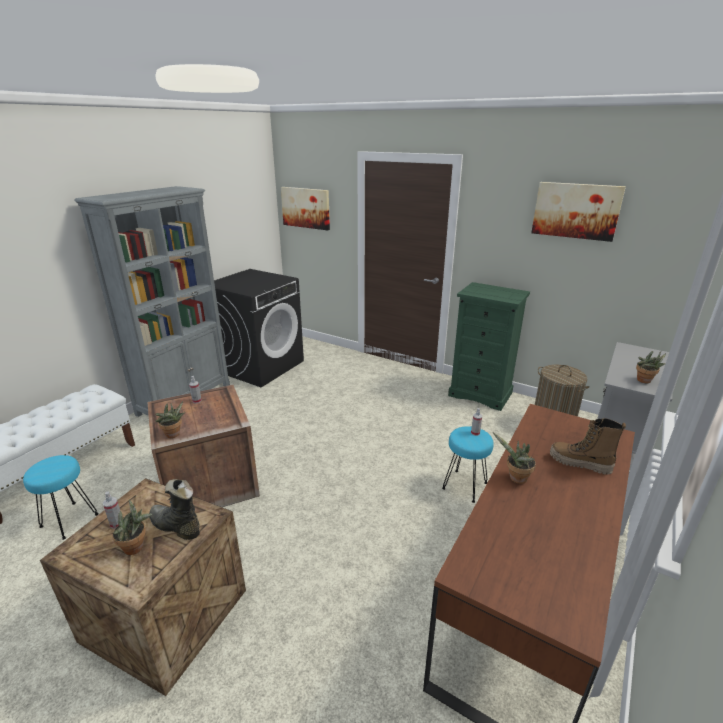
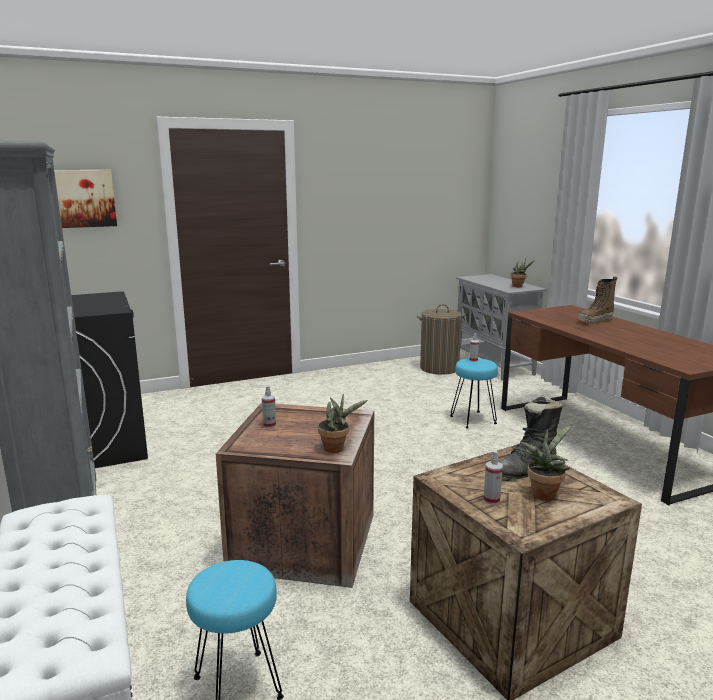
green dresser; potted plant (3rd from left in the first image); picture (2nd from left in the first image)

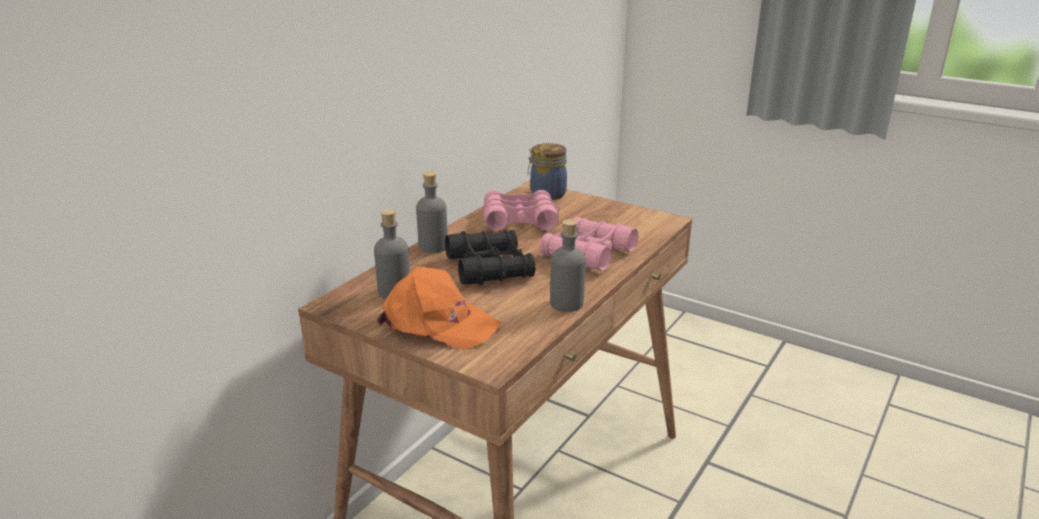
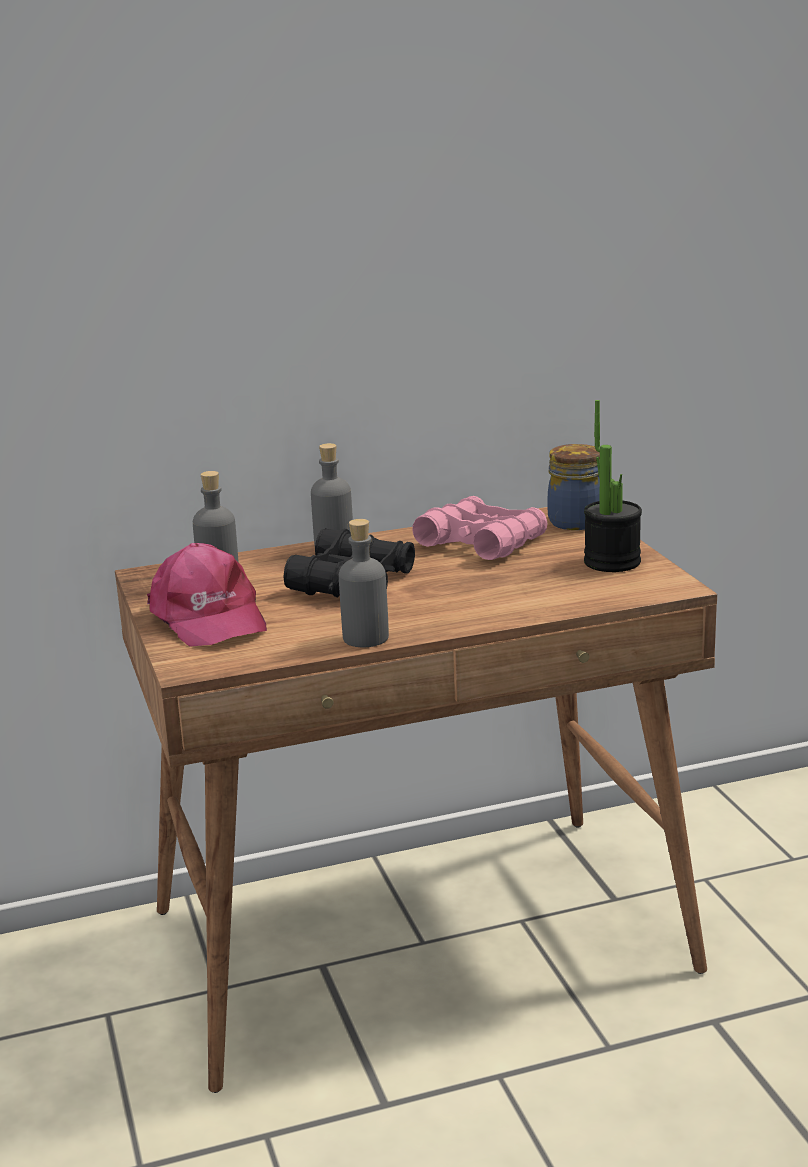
pink cap; potted plant; pink binoculars (2nd from left in the first image)

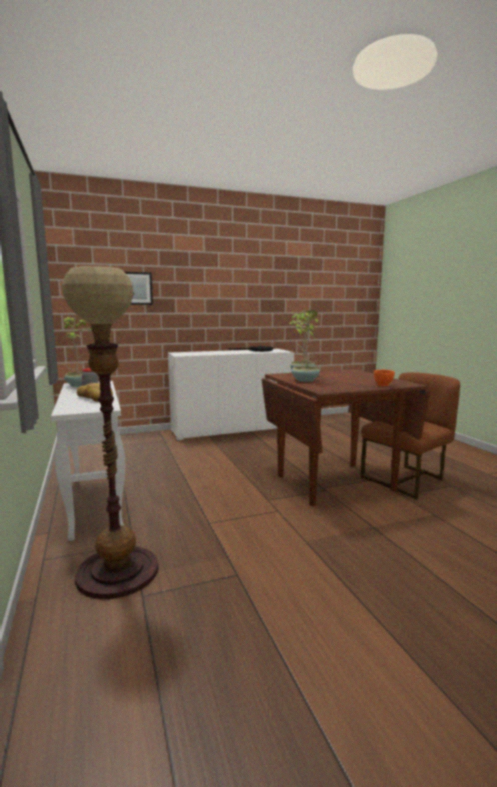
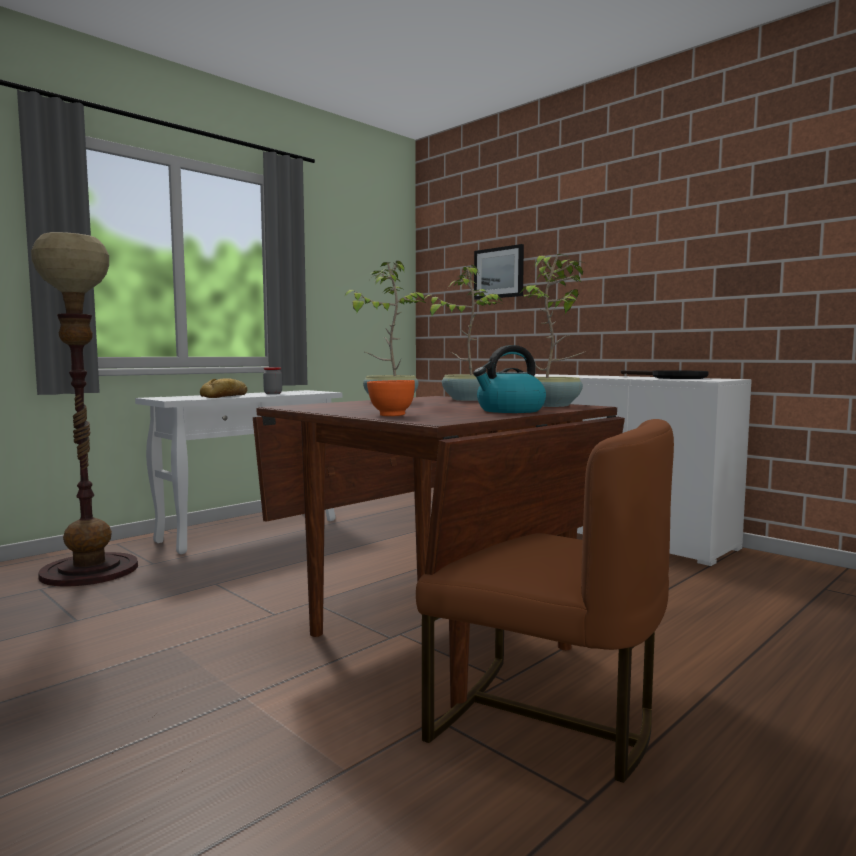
kettle; potted plant (3rd from left)

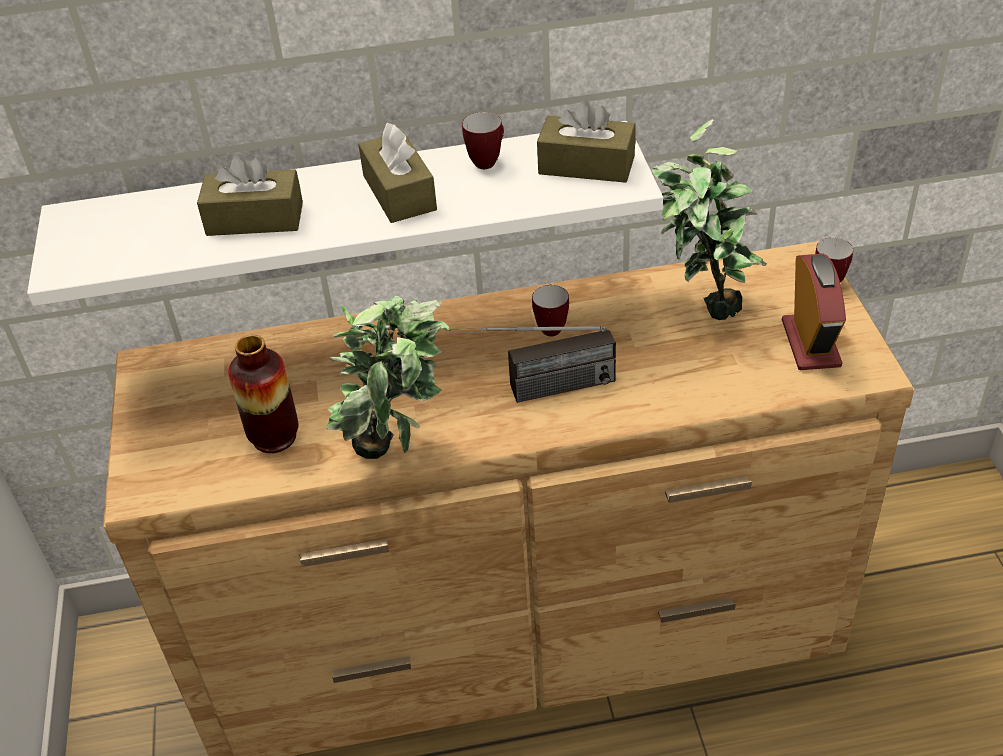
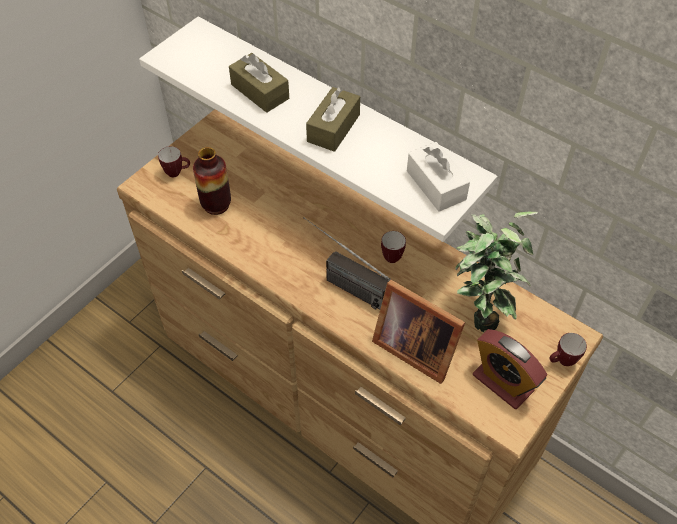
mug (1st from left); picture frame; white tissue box; alarm clock; potted plant (1st from left in the first image)

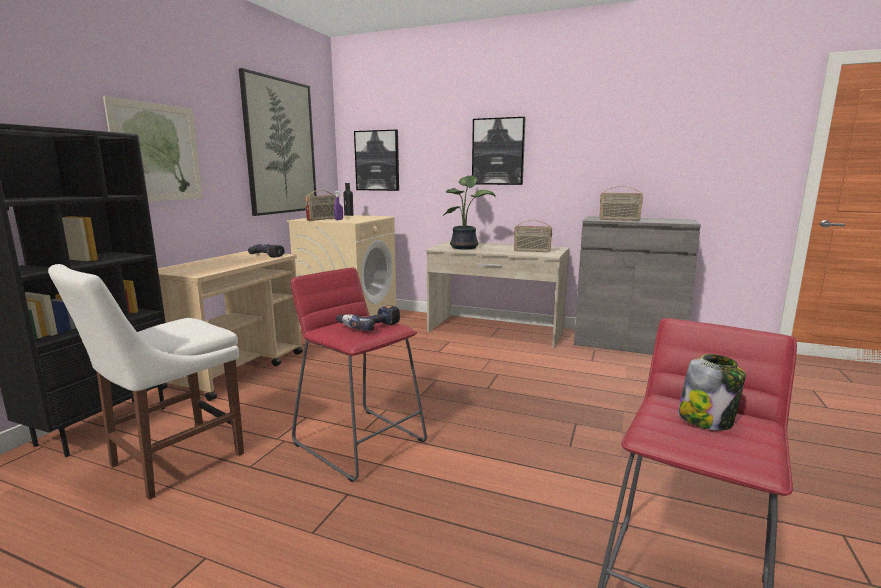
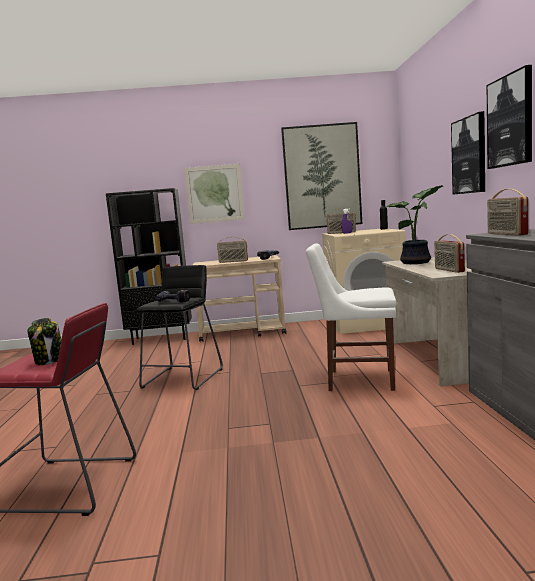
black stool; radio (1st from left); white chair; picture (4th from left)

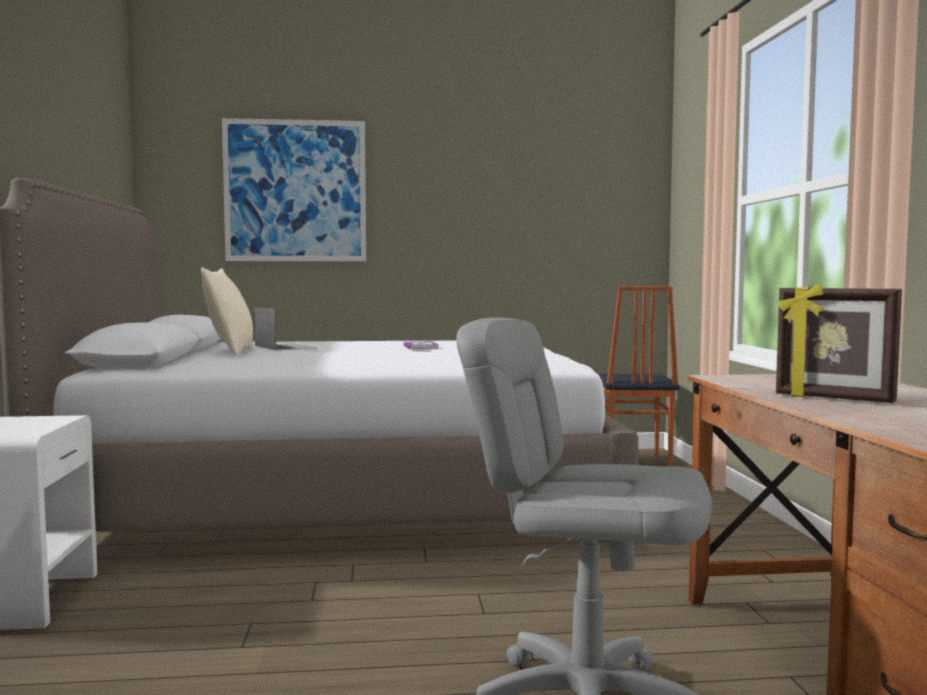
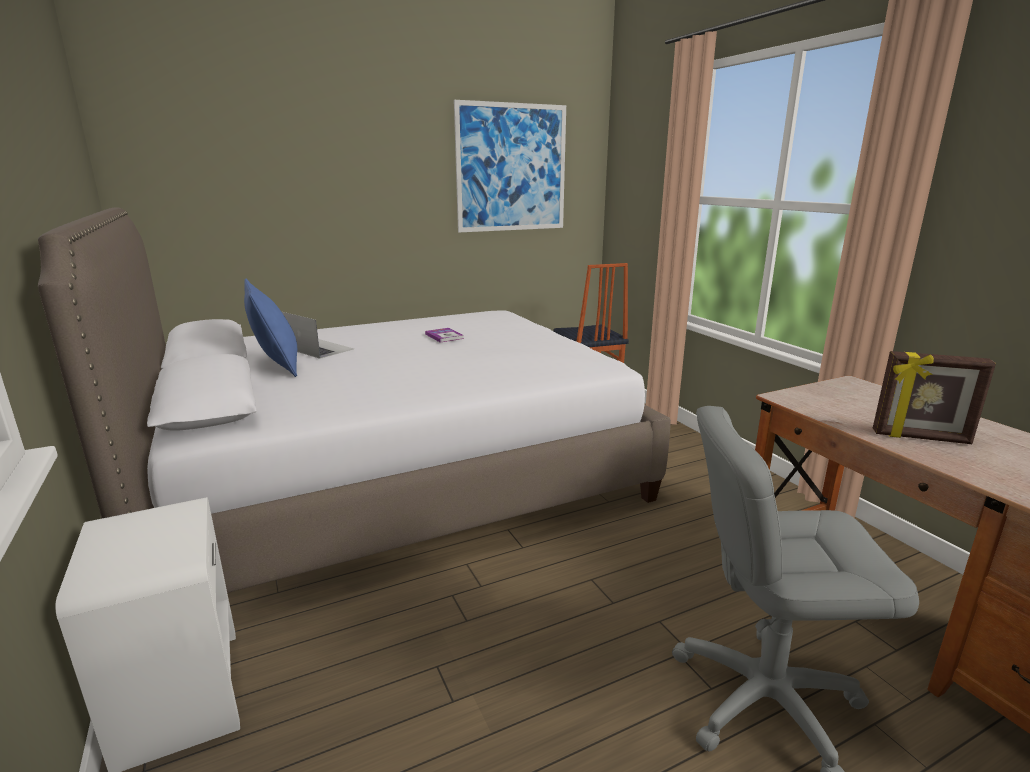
blue pillow; picture

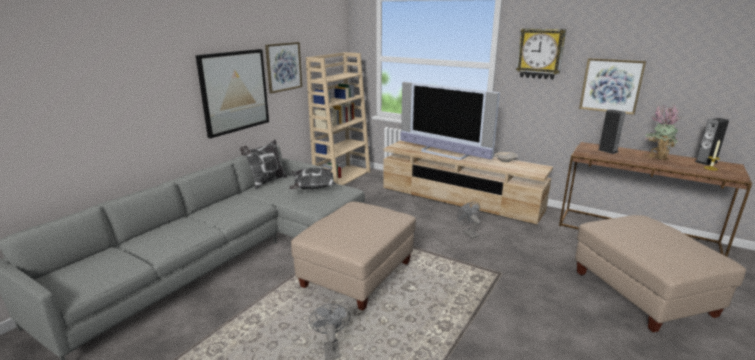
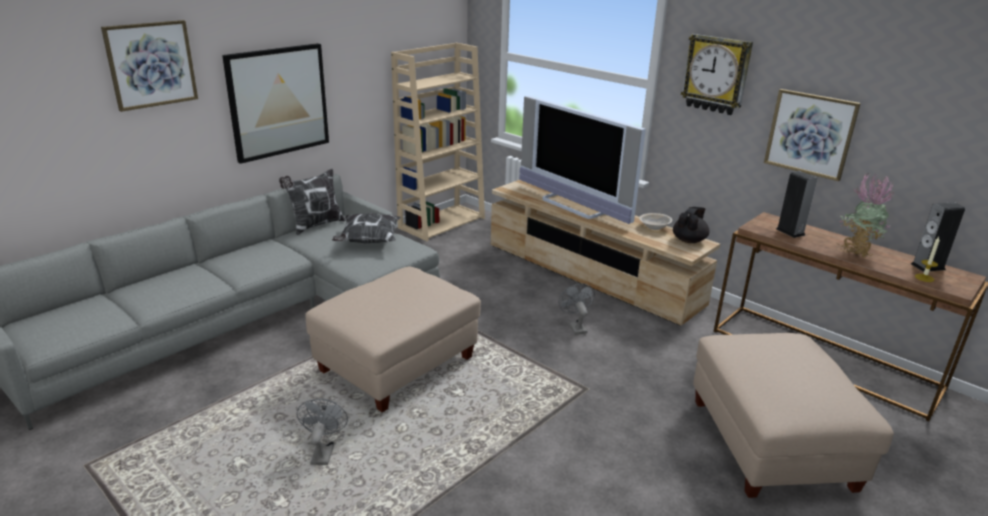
picture (1st from left); black teapot

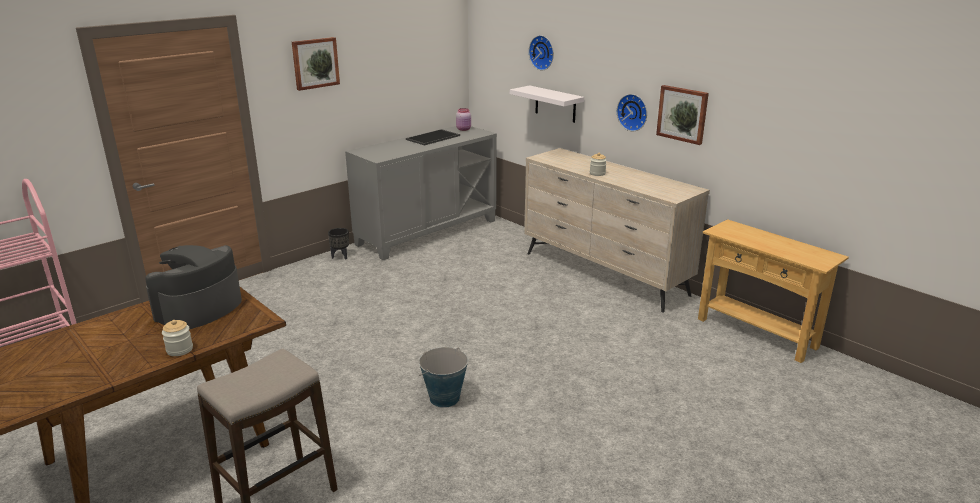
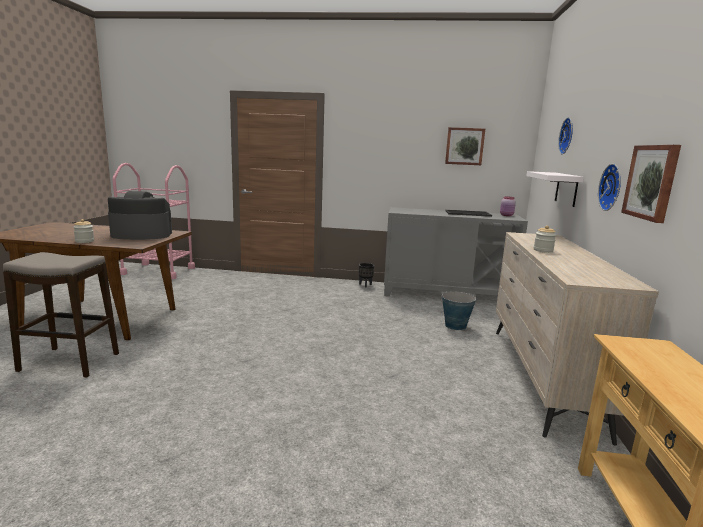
bucket; picture (1st from left)

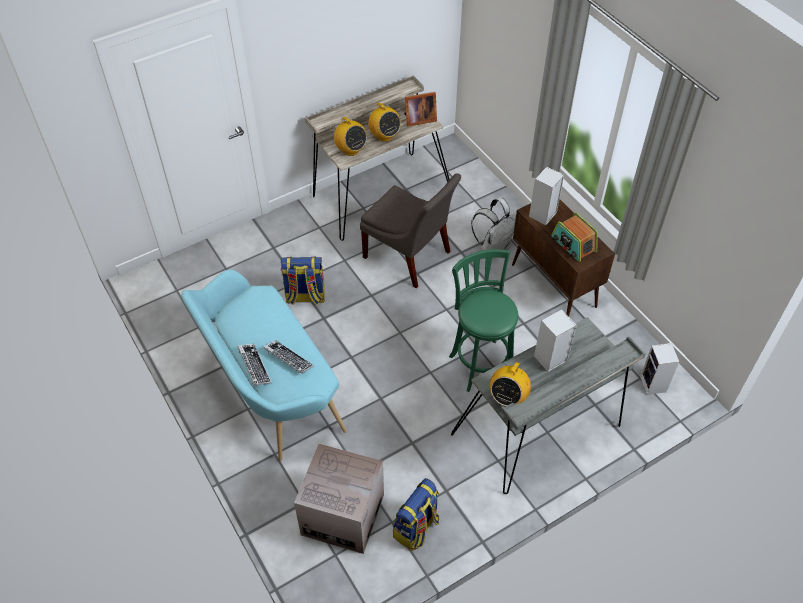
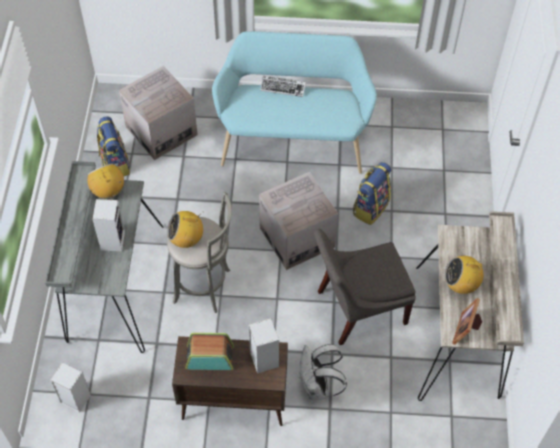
grey stool; radio (2nd from left); cardboard box (2nd from left); keyboard (2nd from left in the first image)

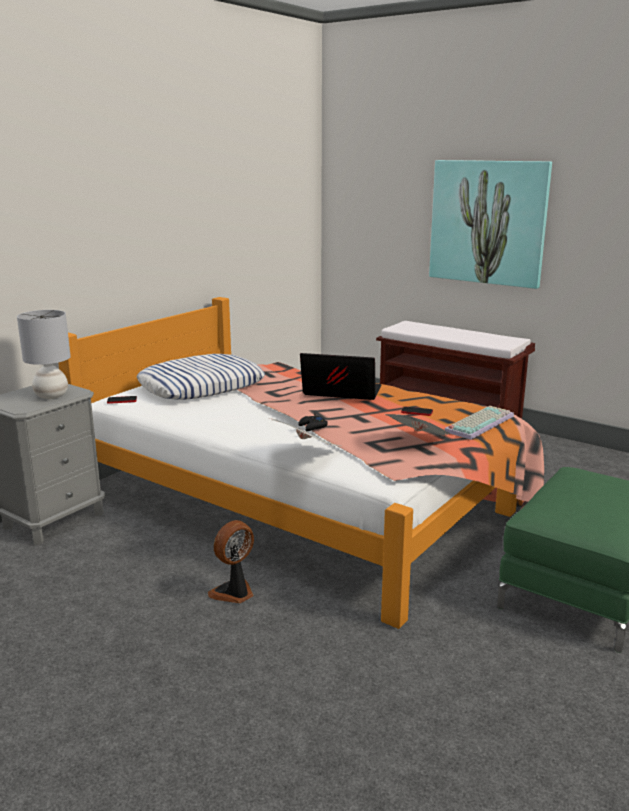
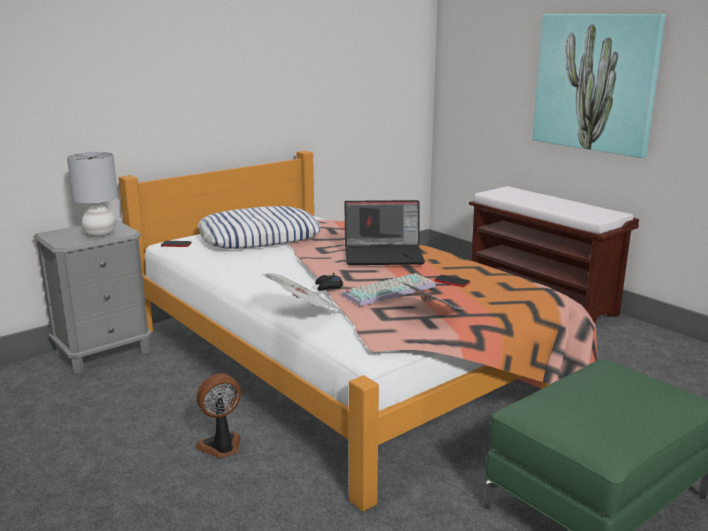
keyboard; laptop

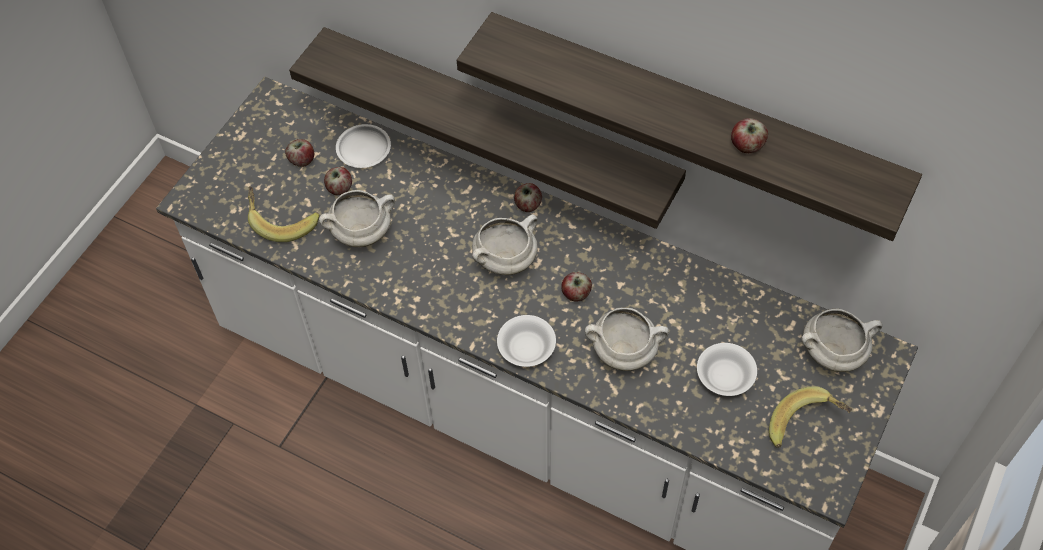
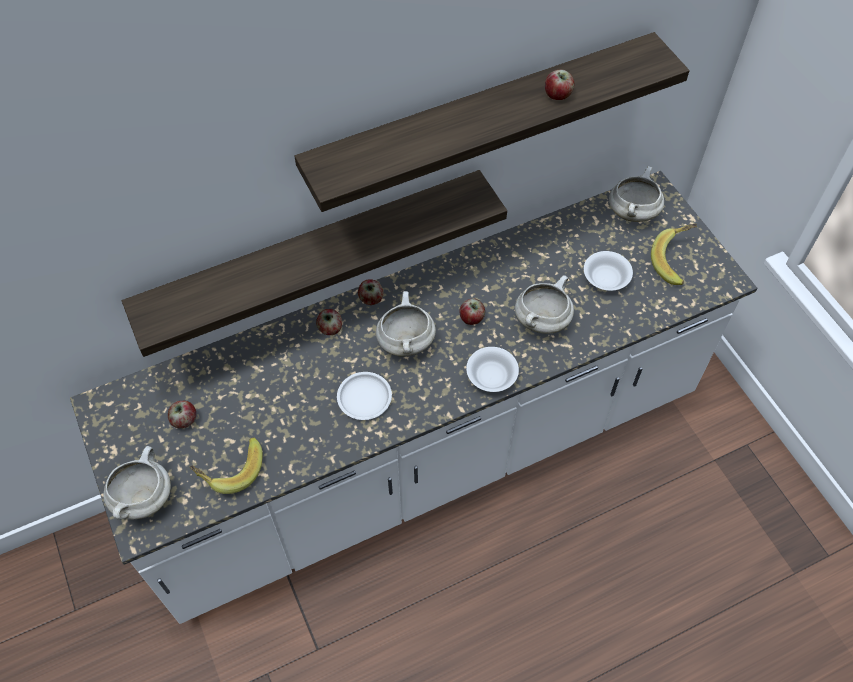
white cooking pot (1st from left); apple (2nd from left); white plate

